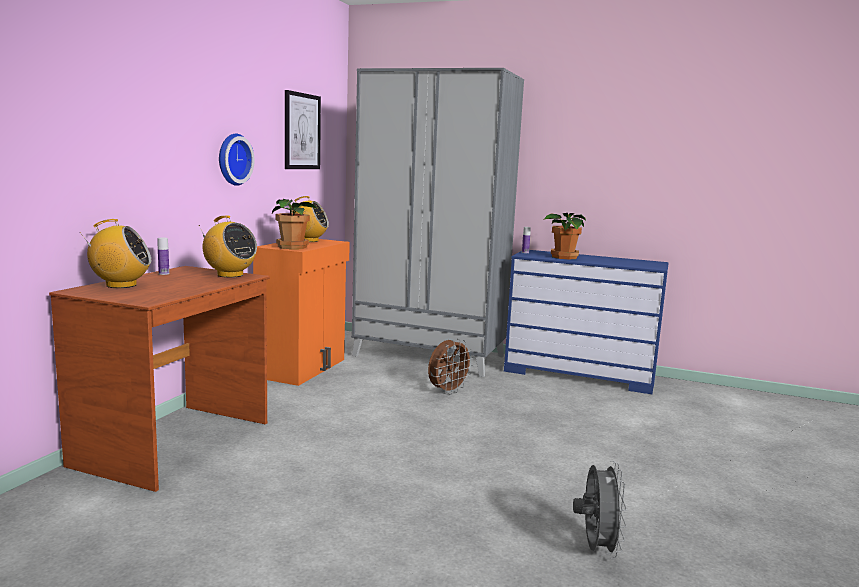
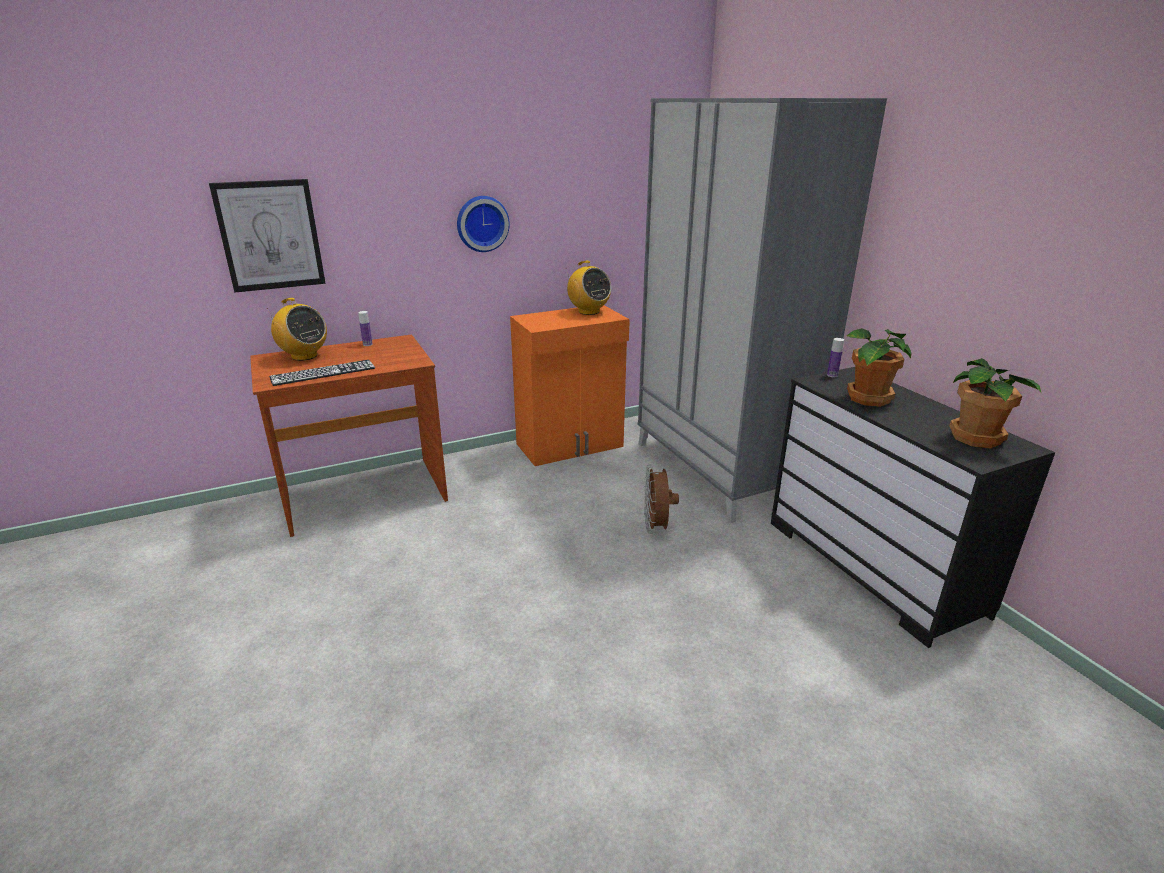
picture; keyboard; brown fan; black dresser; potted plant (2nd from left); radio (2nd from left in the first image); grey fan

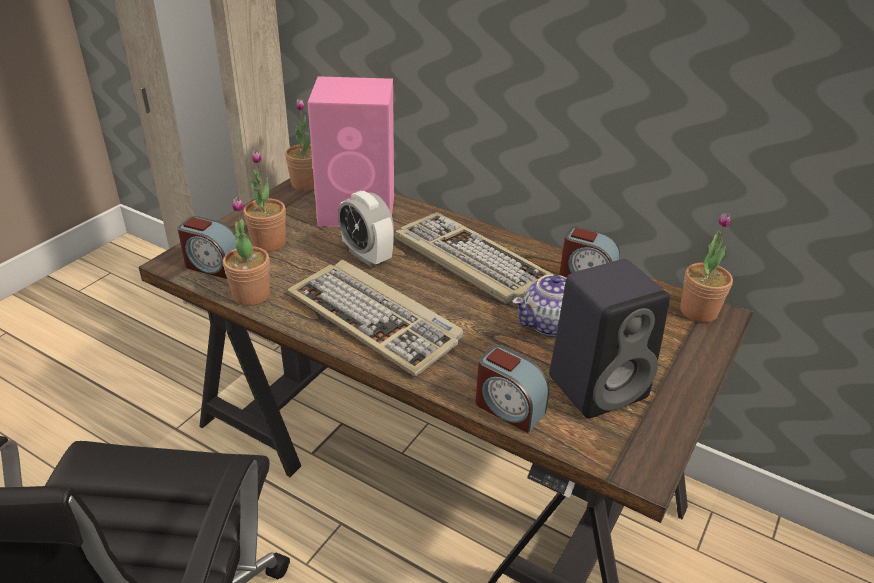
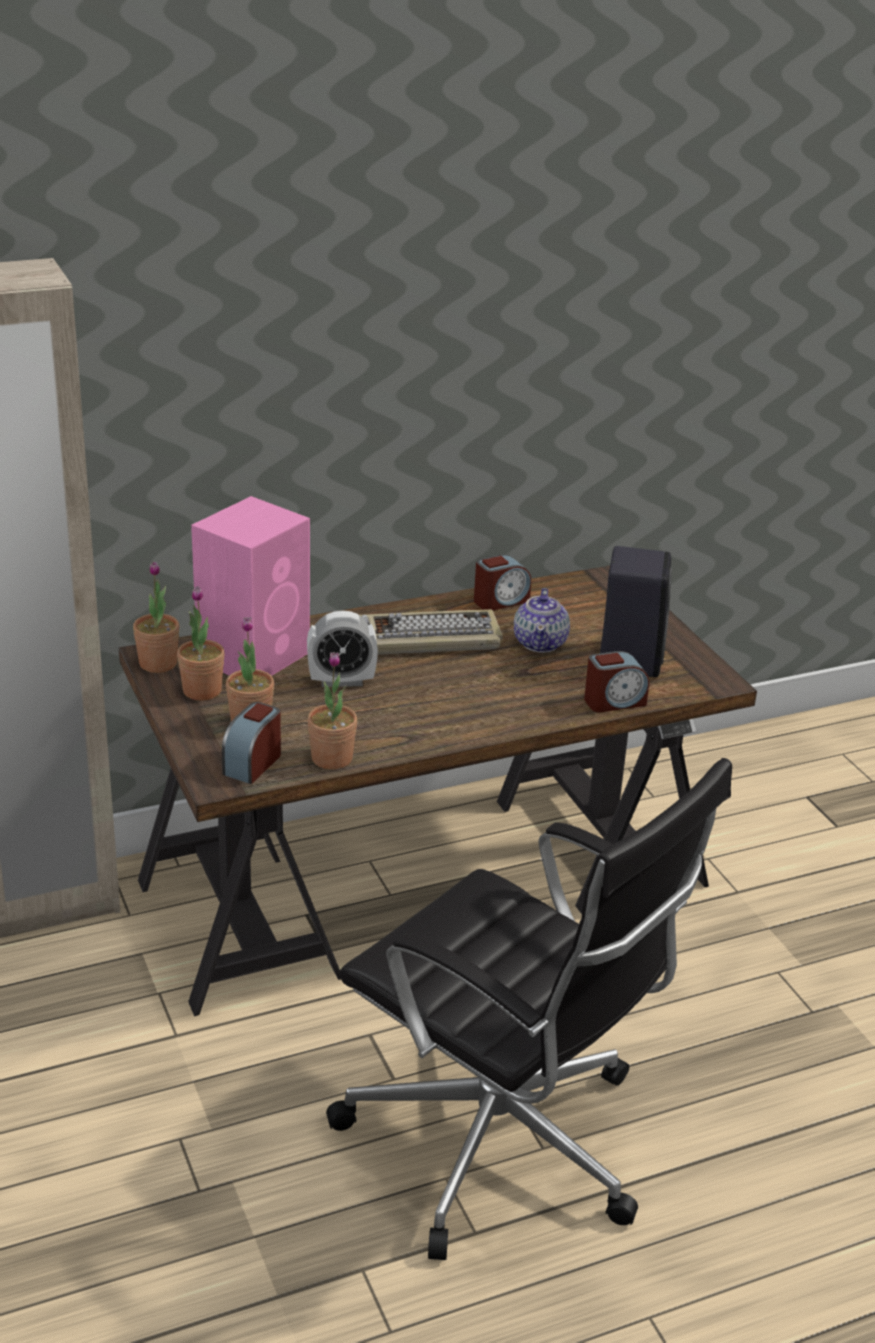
potted plant (2nd from left); alarm clock (1st from left); keyboard (1st from left in the first image)

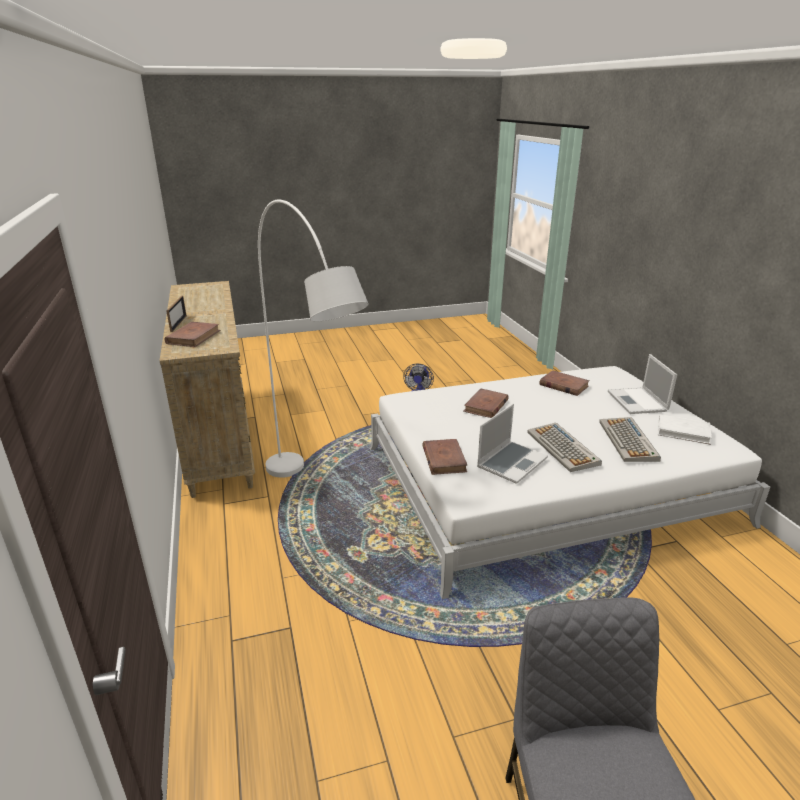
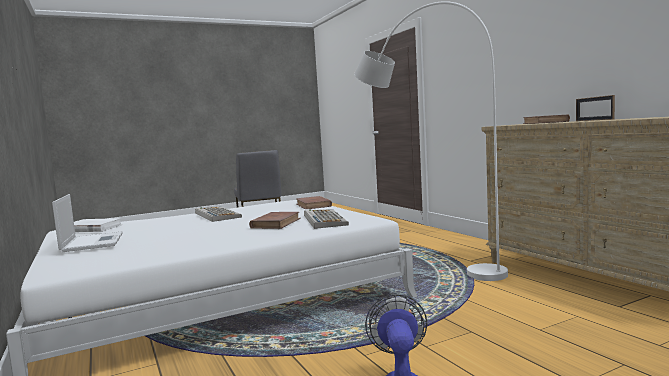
keyboard (2nd from left); laptop (1st from left in the first image); brown book (4th from left in the first image)

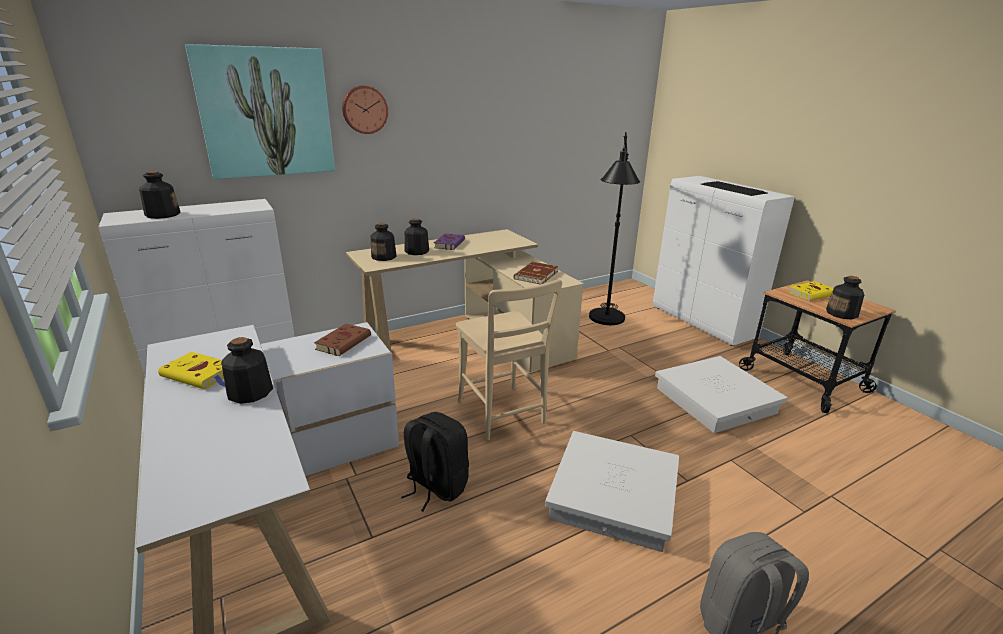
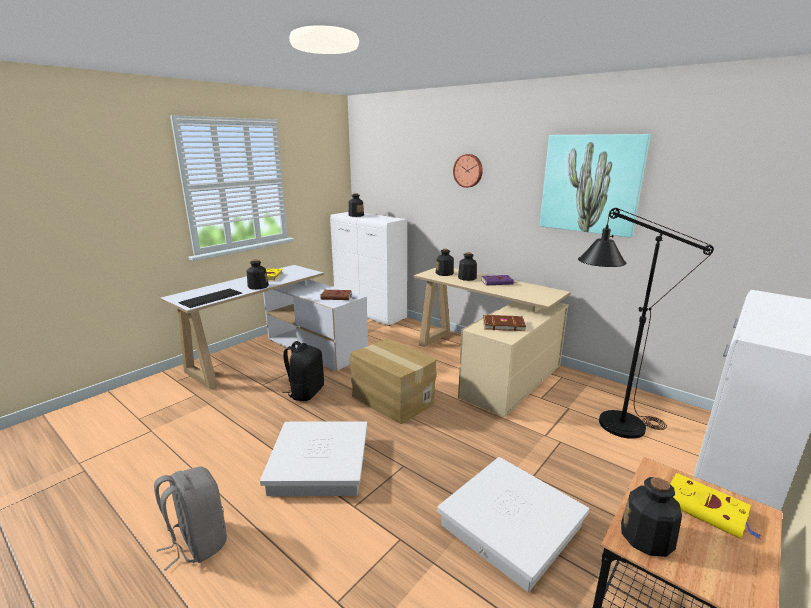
keyboard; cardboard box; picture

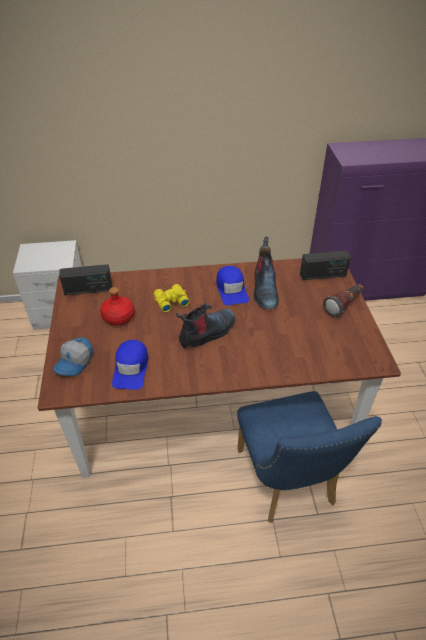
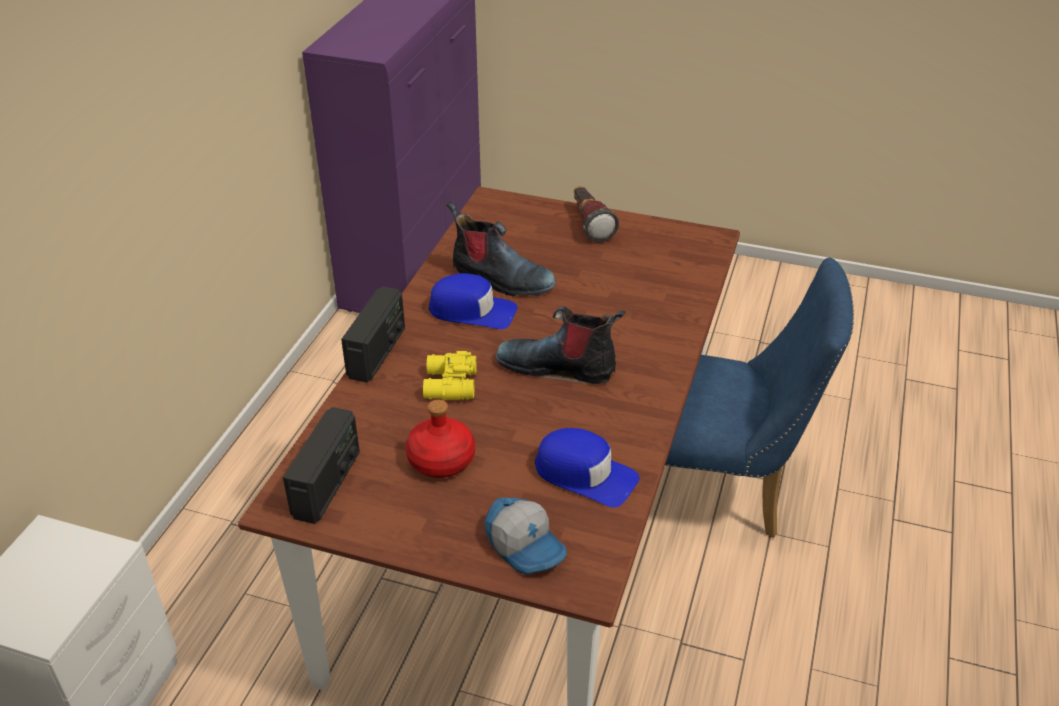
radio (2nd from left); boot (2nd from left)

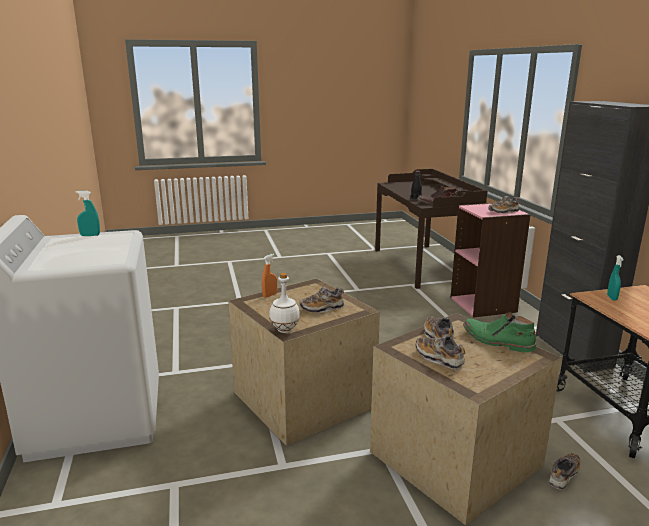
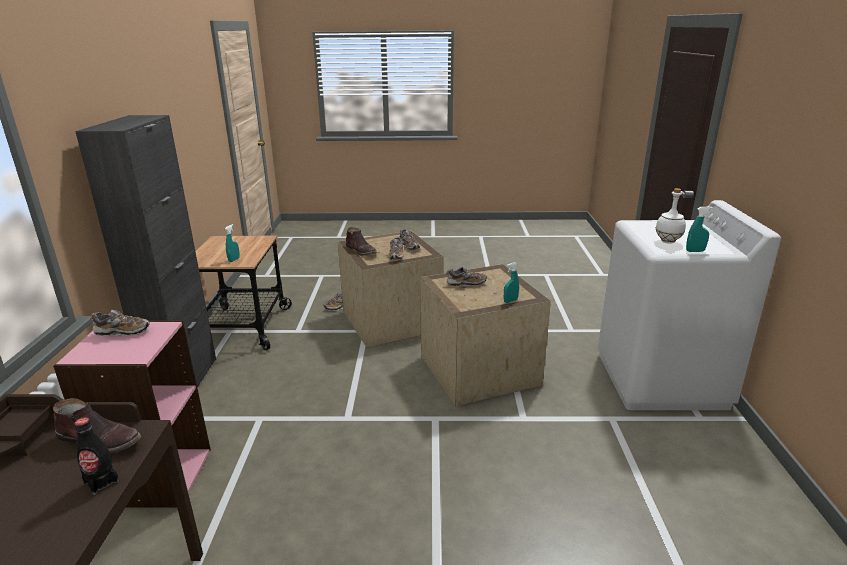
brown boot (2nd from left); turquoise spray bottle (2nd from left); white bottle

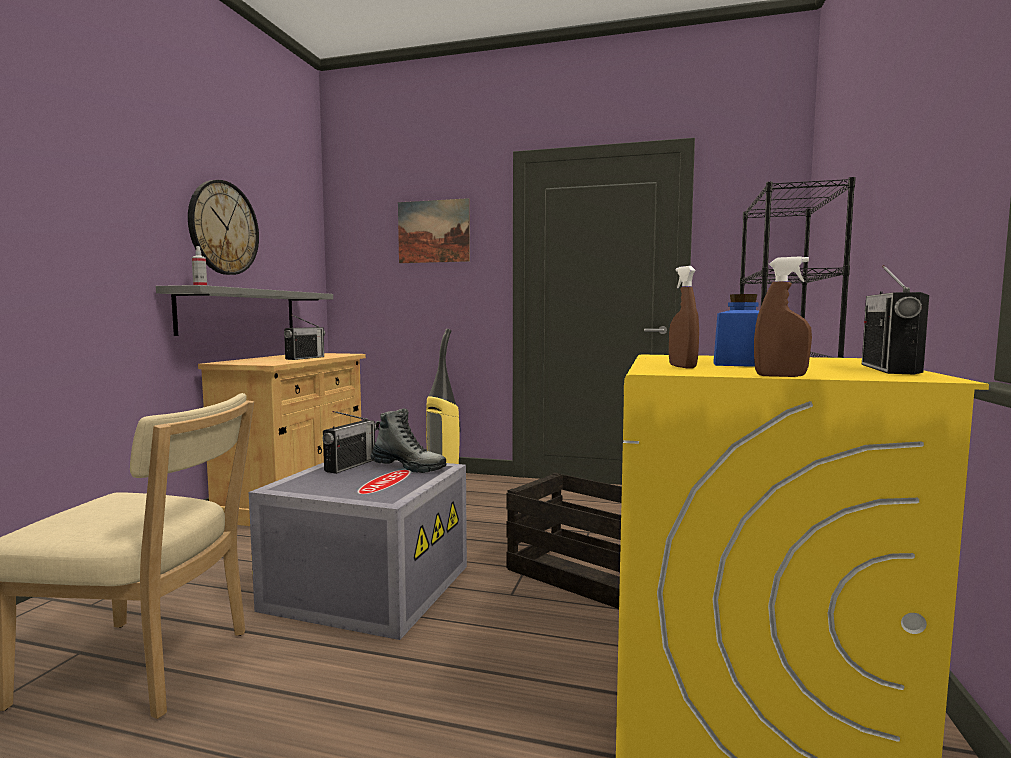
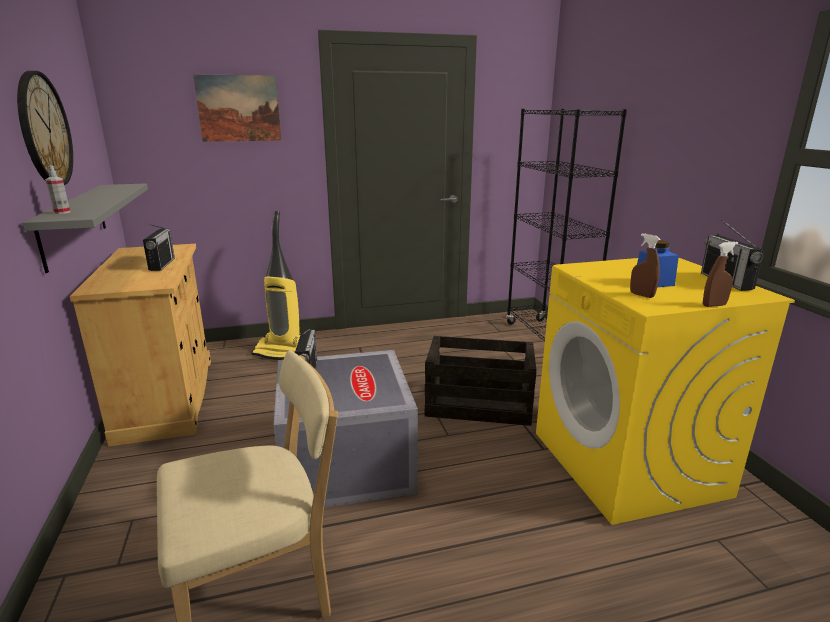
boot

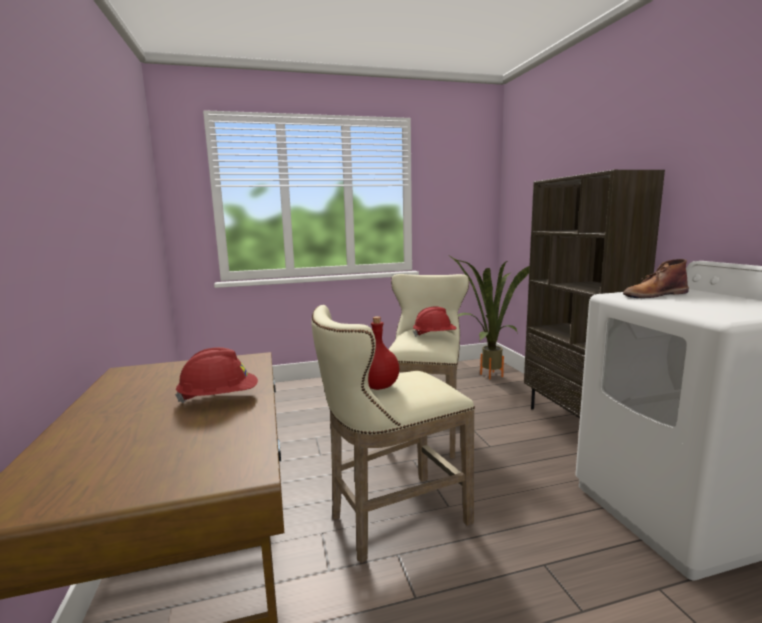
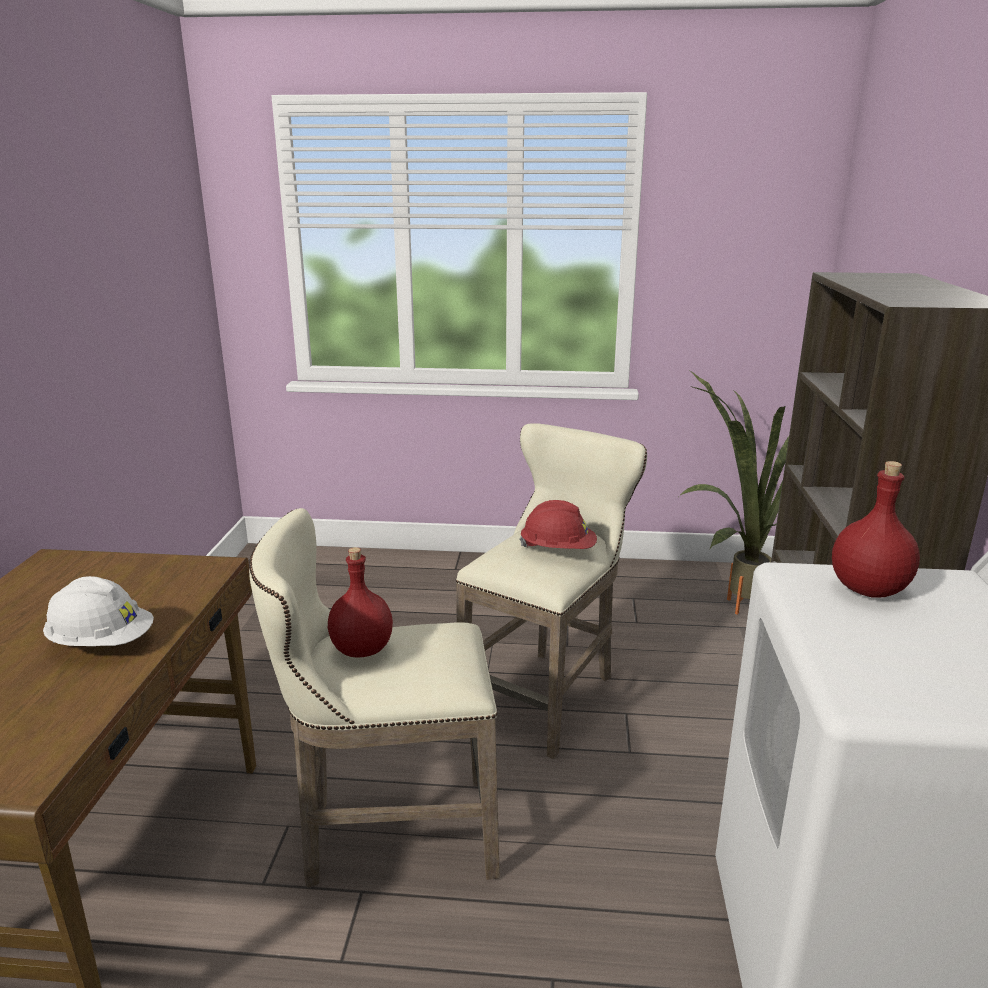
white hard hat; red bottle (2nd from left)

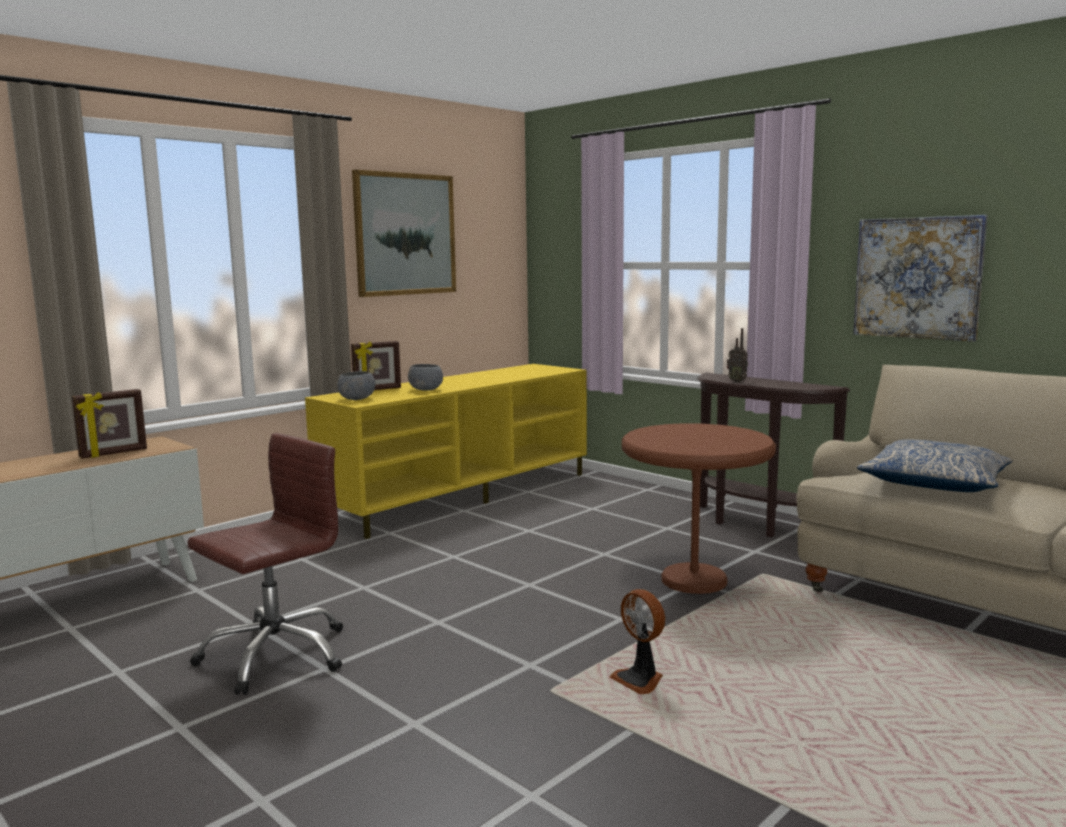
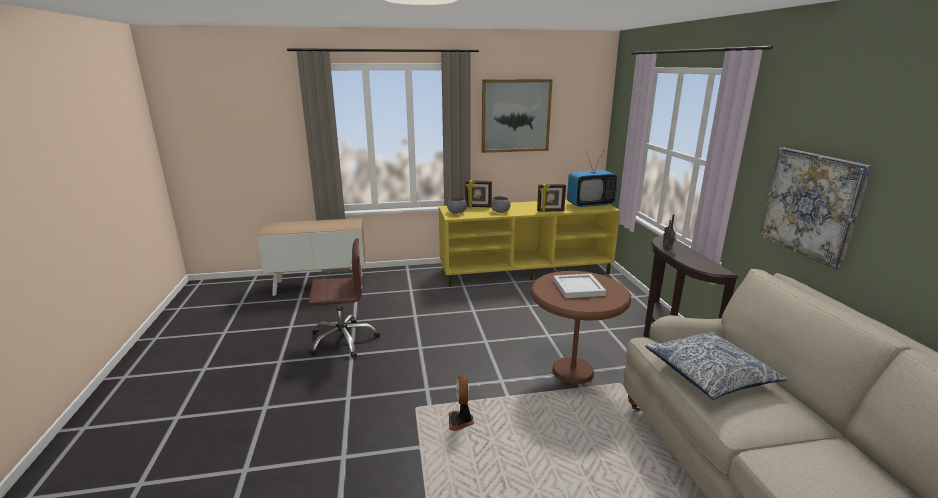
picture frame (2nd from left); white tray; television

